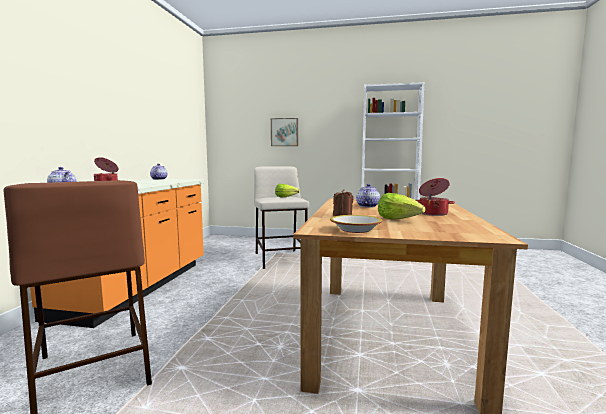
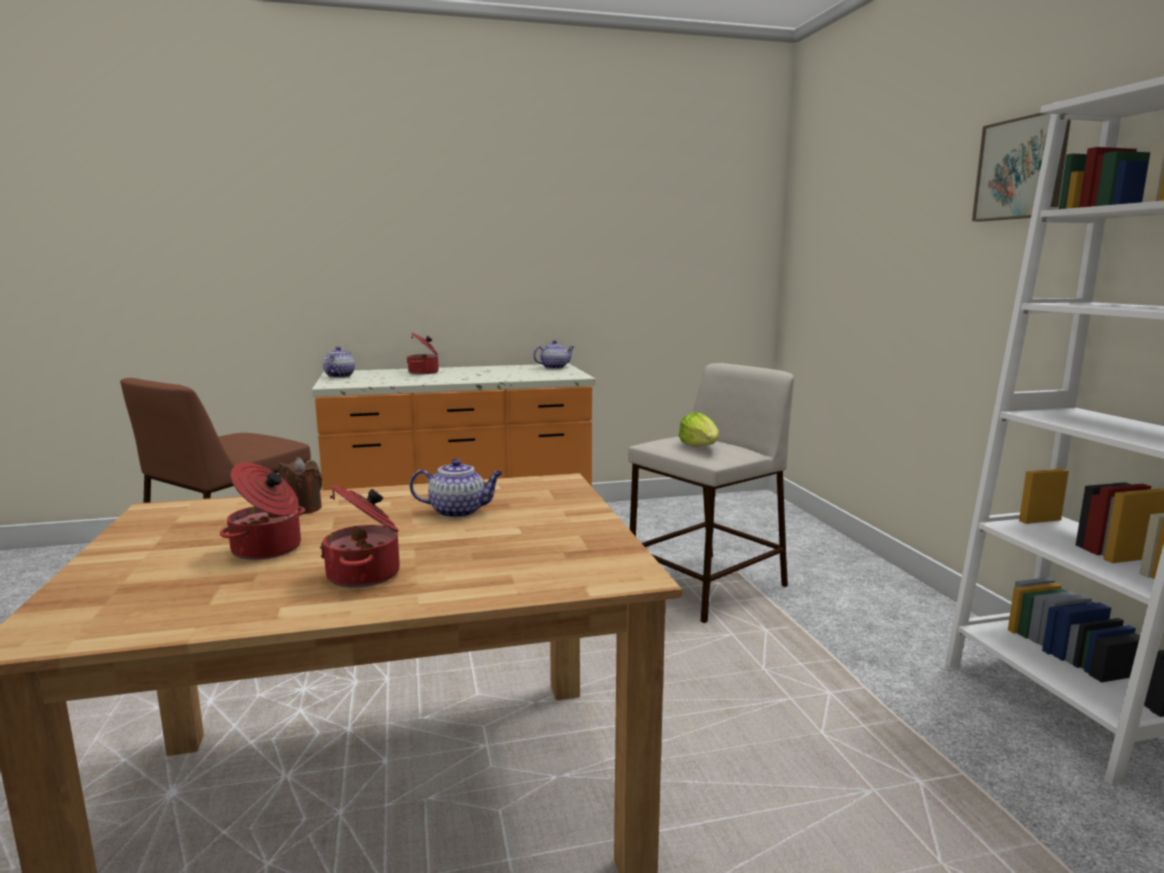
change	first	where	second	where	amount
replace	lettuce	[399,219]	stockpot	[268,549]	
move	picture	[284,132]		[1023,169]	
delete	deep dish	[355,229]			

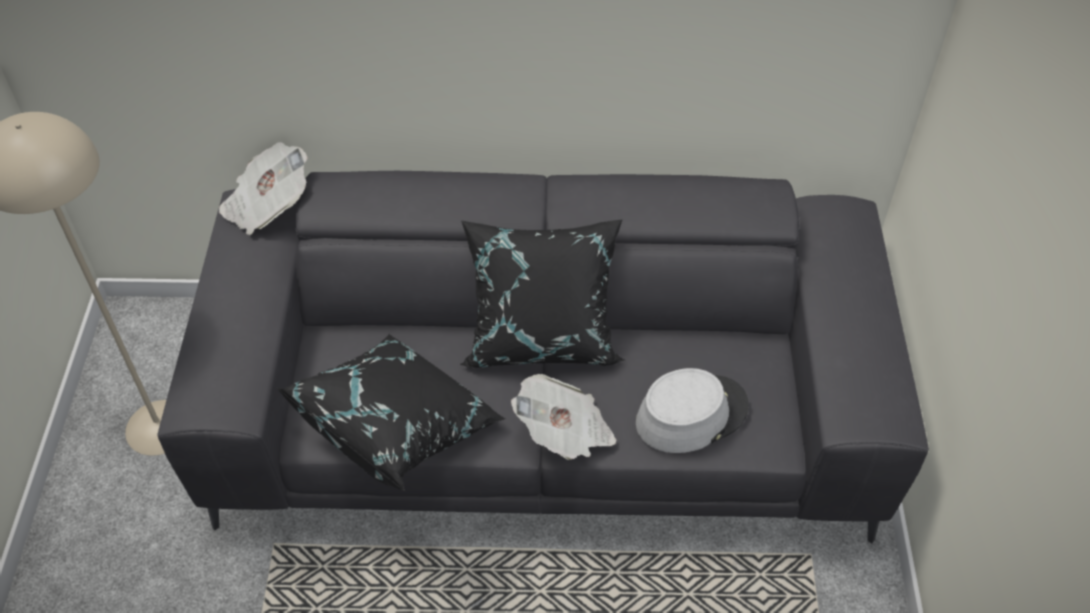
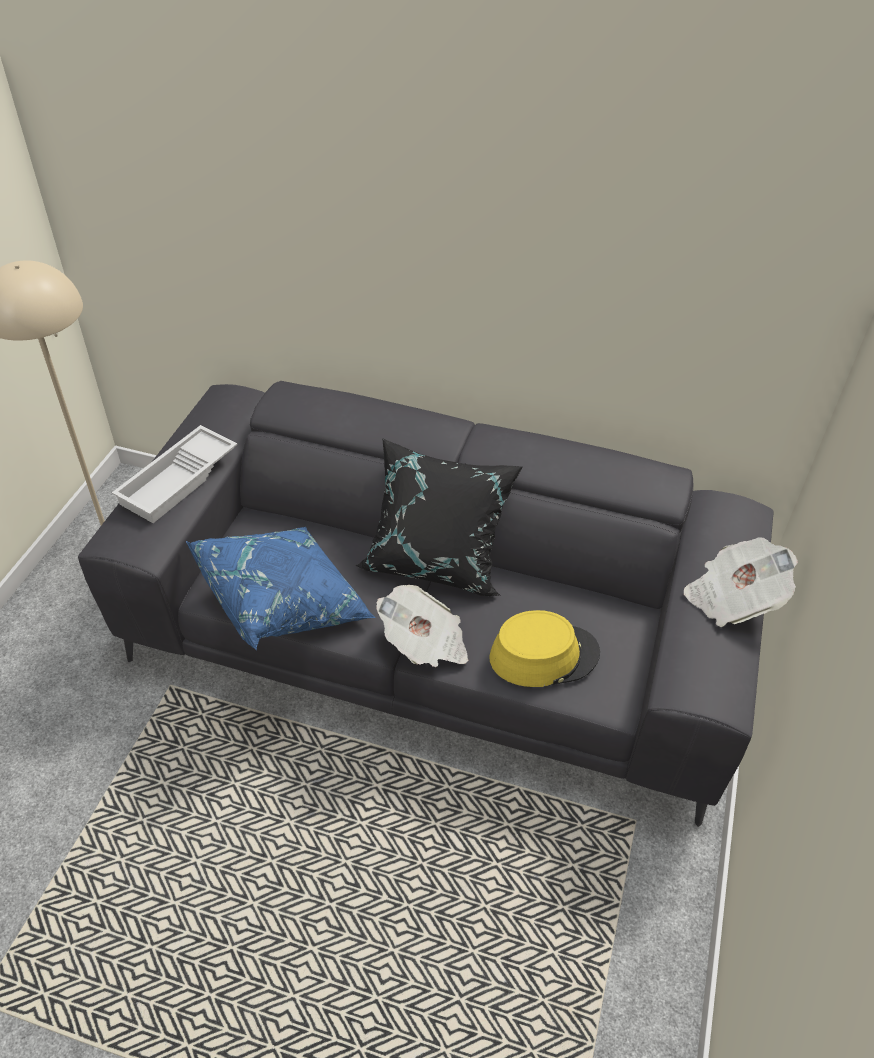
change	first	where	second	where	amount
insert			white serving tray	[179,481]	
recolor	blackish throw pillow	[398,426]	blue-coloured throw pillow	[285,603]	
recolor	gray hat	[691,414]	yellow-coloured hat	[544,655]	
move	printed paper	[267,206]		[733,598]	

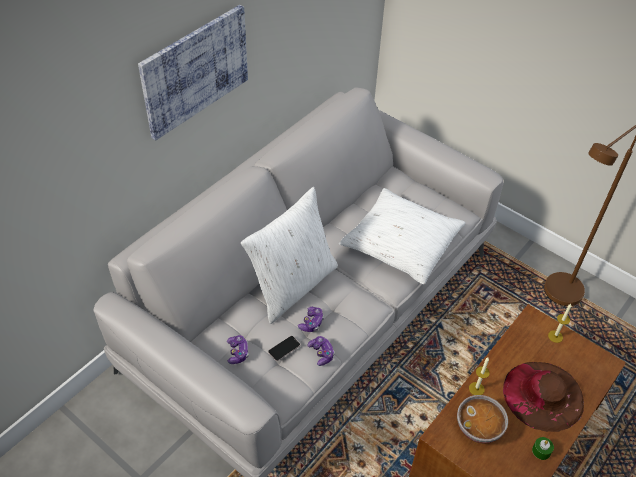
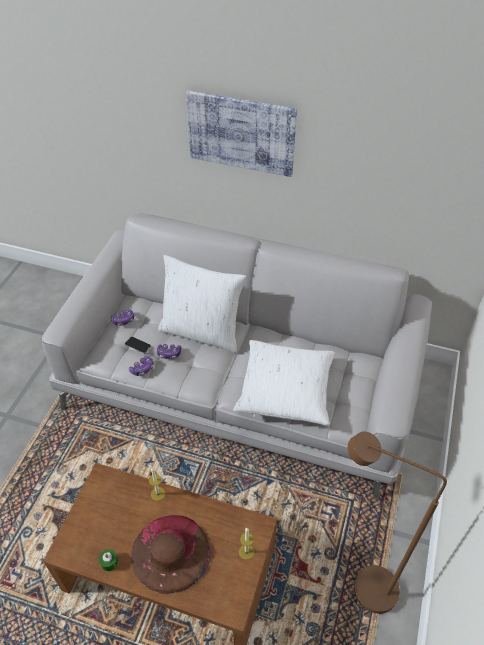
change	first	where	second	where	amount
delete	deep dish	[479,427]			

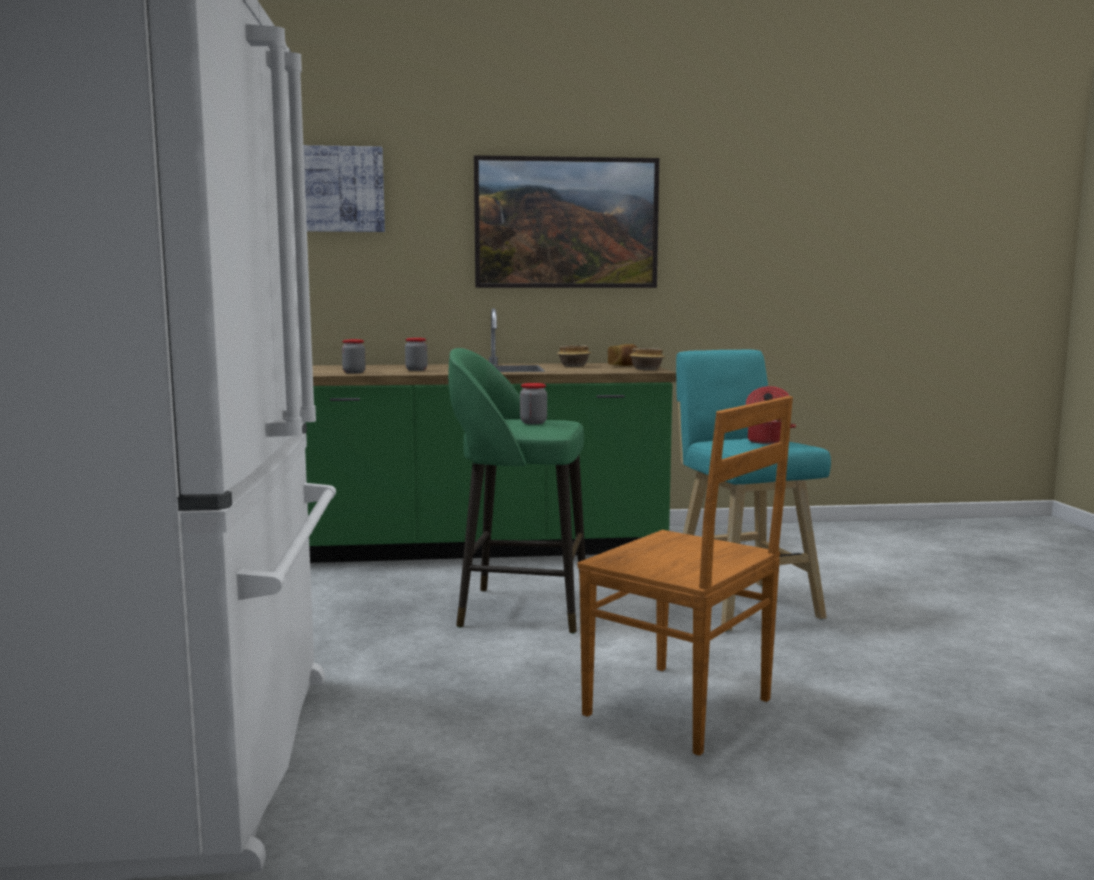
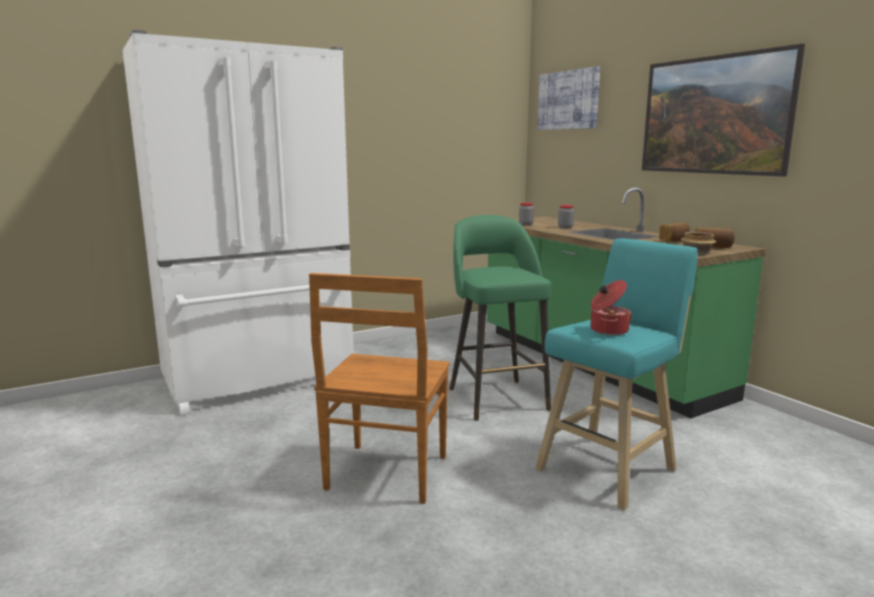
change	first	where	second	where	amount
replace	deep dish	[574,366]	baked bread	[674,241]	
delete	preserve jar	[533,422]			

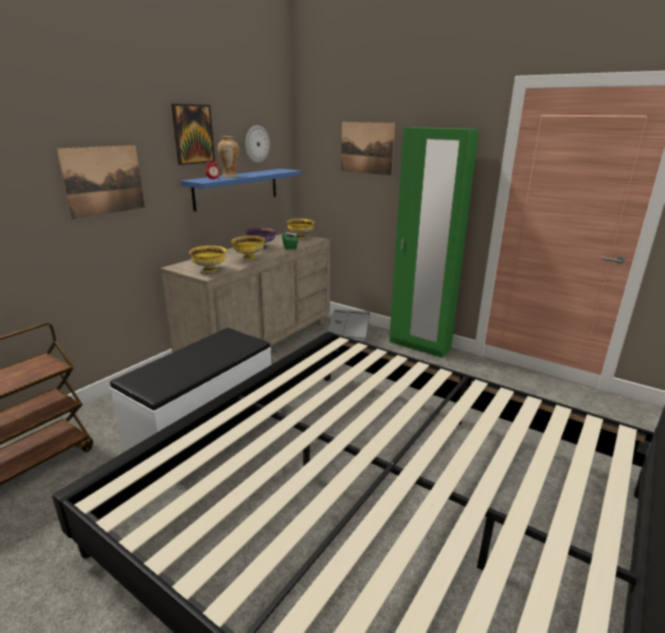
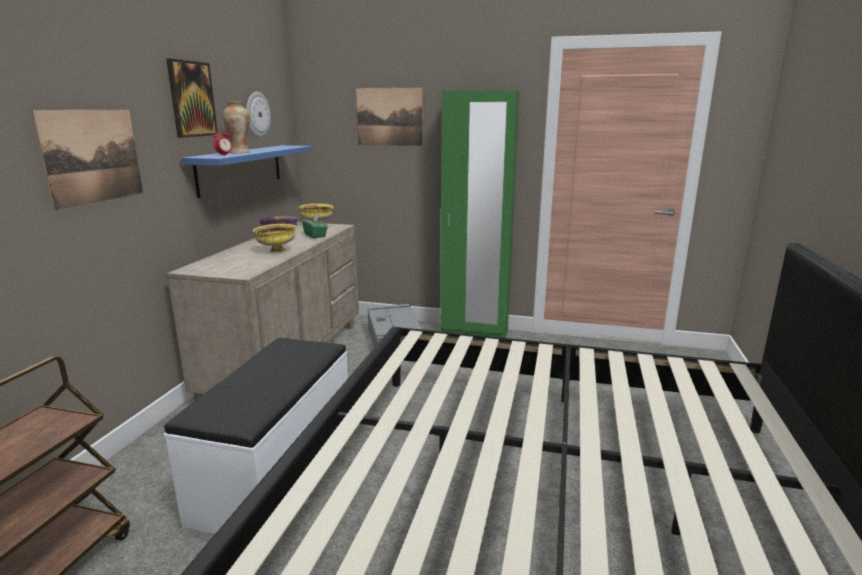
change	first	where	second	where	amount
delete	yellow-coloured deep dish	[210,270]			

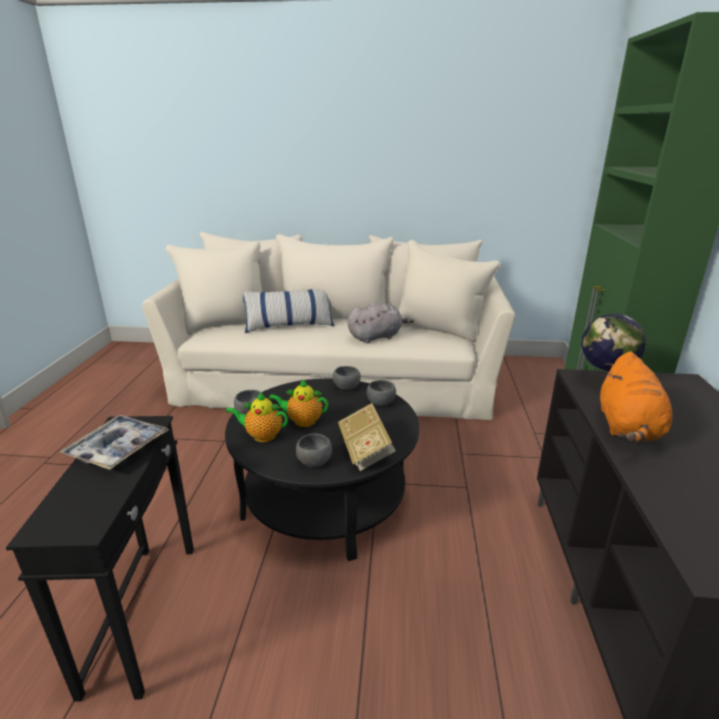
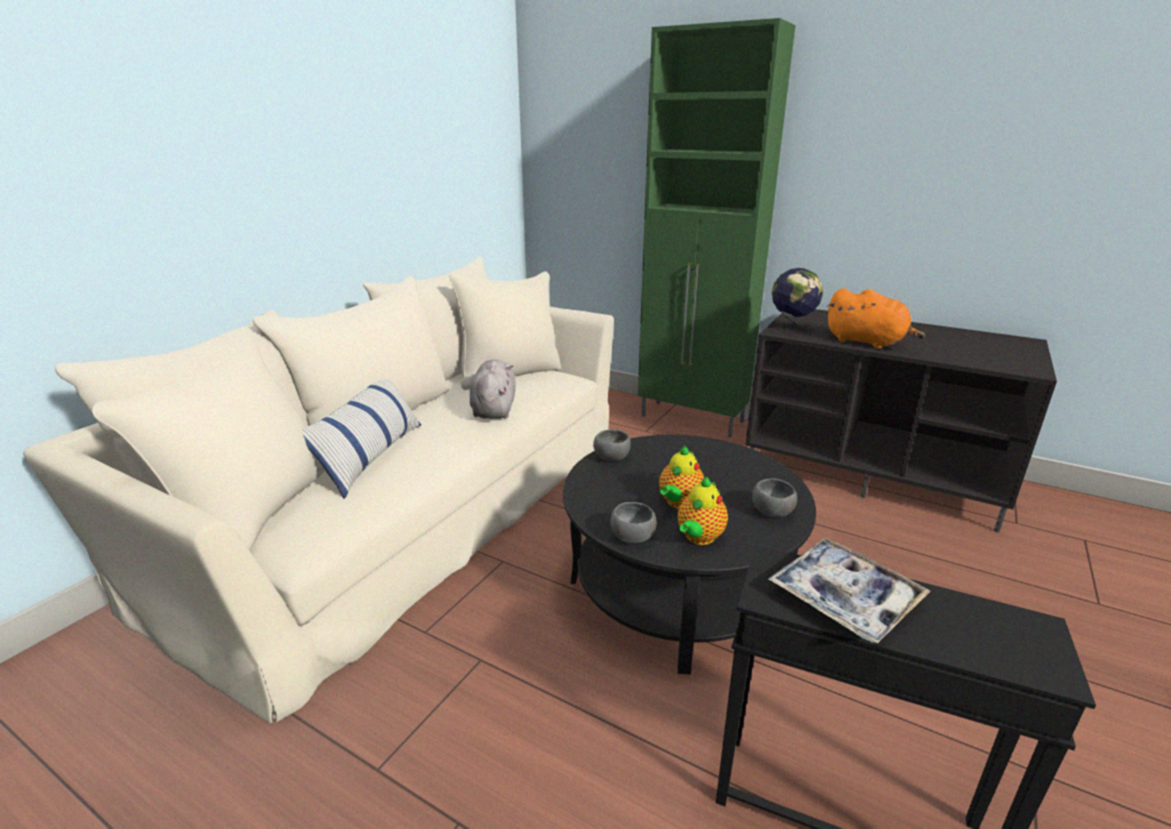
change	first	where	second	where	amount
delete	book	[365,450]			
delete	gray deep dish	[381,402]			

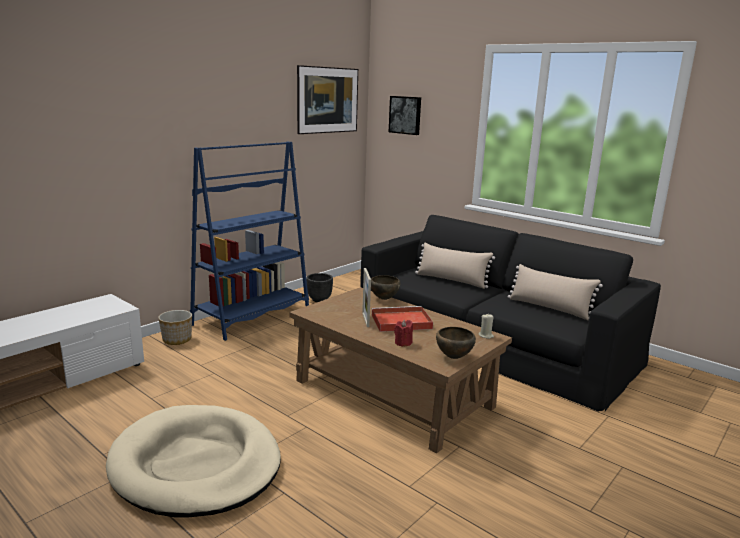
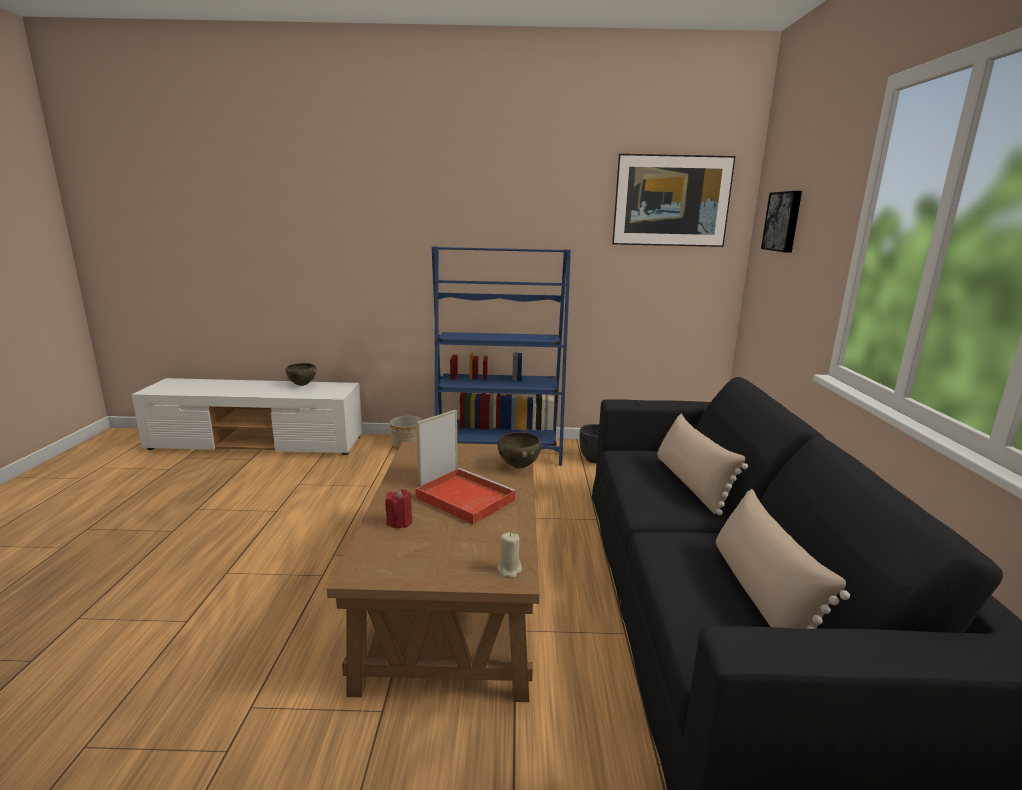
change	first	where	second	where	amount
move	brownish deep dish	[453,357]		[302,385]	
delete	beige-coloured dog cushion	[196,465]			

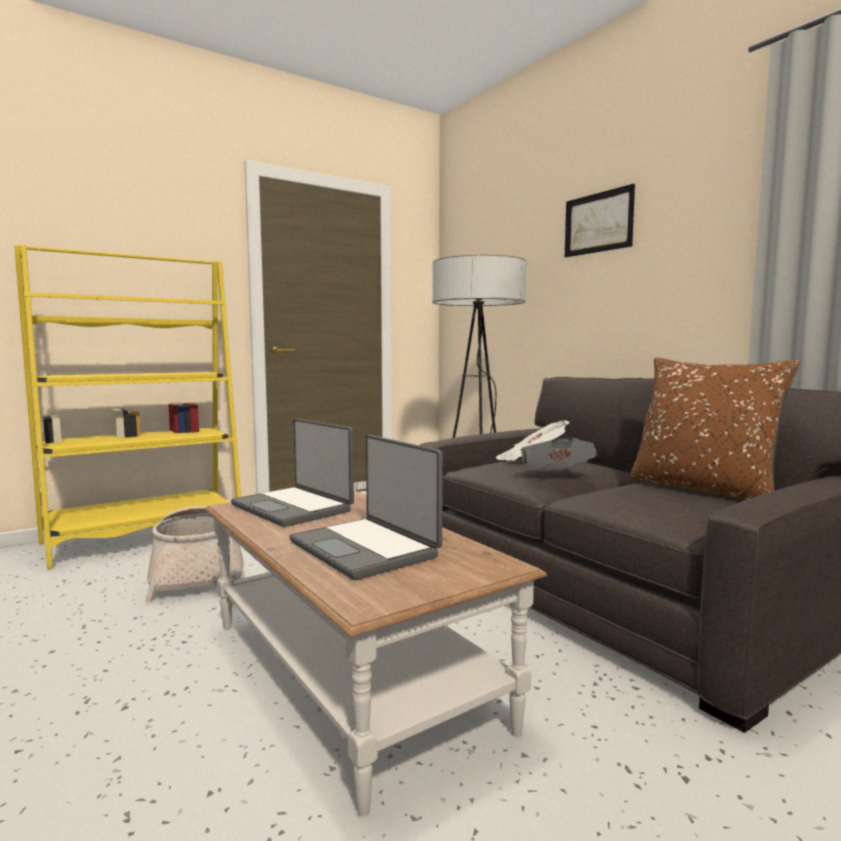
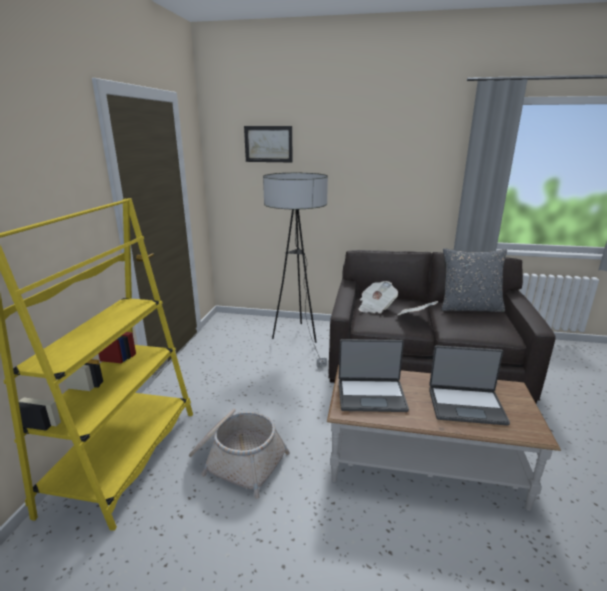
change	first	where	second	where	amount
move	picture	[598,223]		[268,144]	
recolor	brownish throw pillow	[703,489]	gray throw pillow	[469,308]	

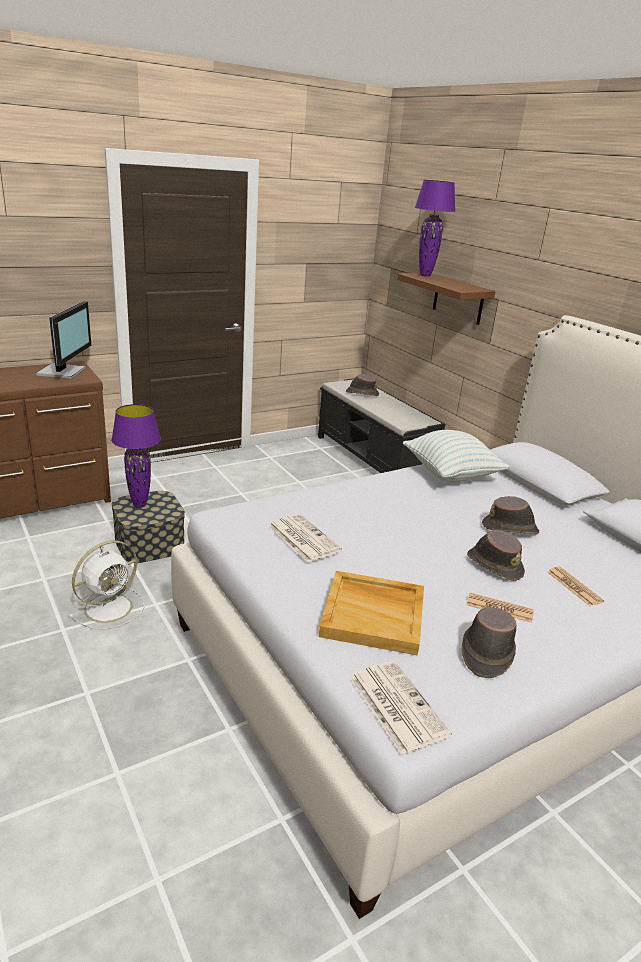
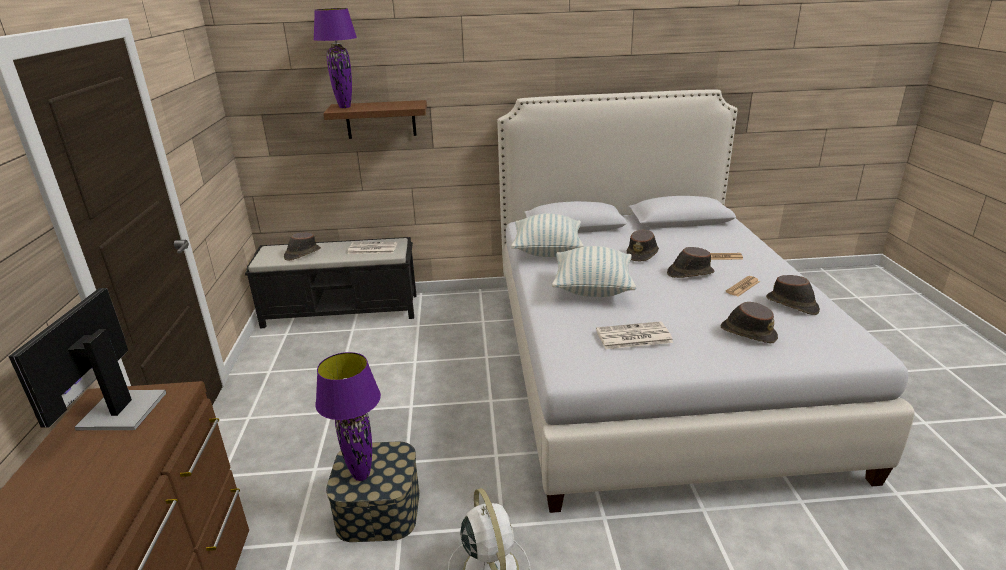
change	first	where	second	where	amount
rotate	monitor	[64,371]		[118,411]	120 degrees counterclockwise
move	printed paper	[396,705]		[372,249]	
insert			throw pillow	[592,289]	
replace	beige-coloured serving tray	[374,615]	brownish hat	[747,332]	

